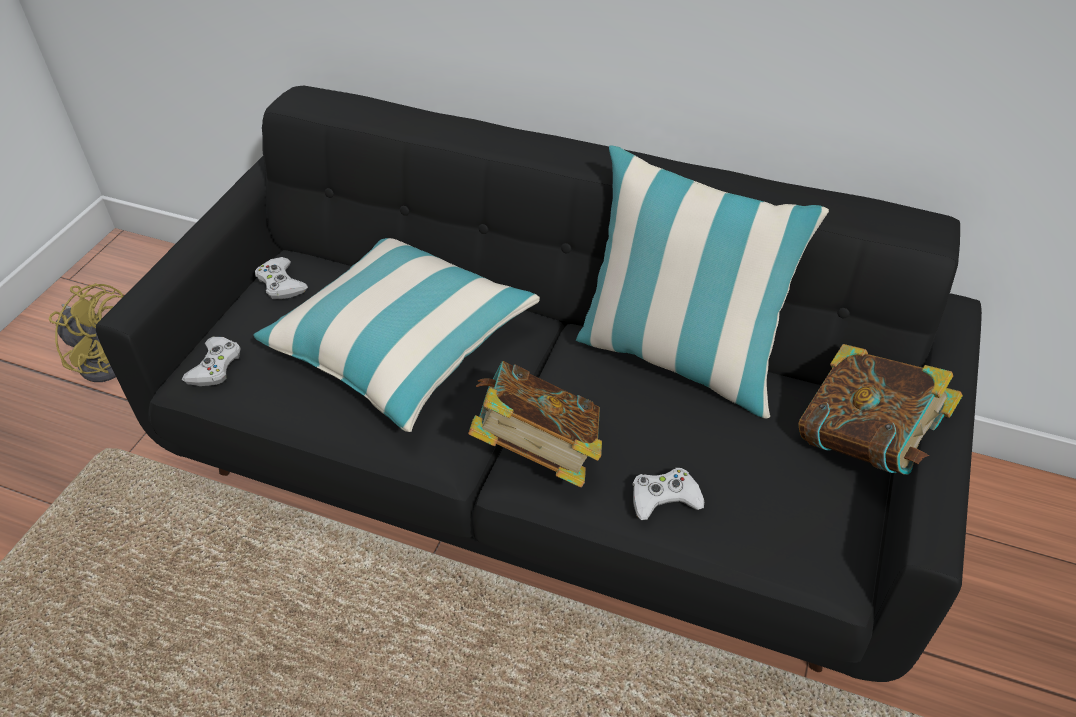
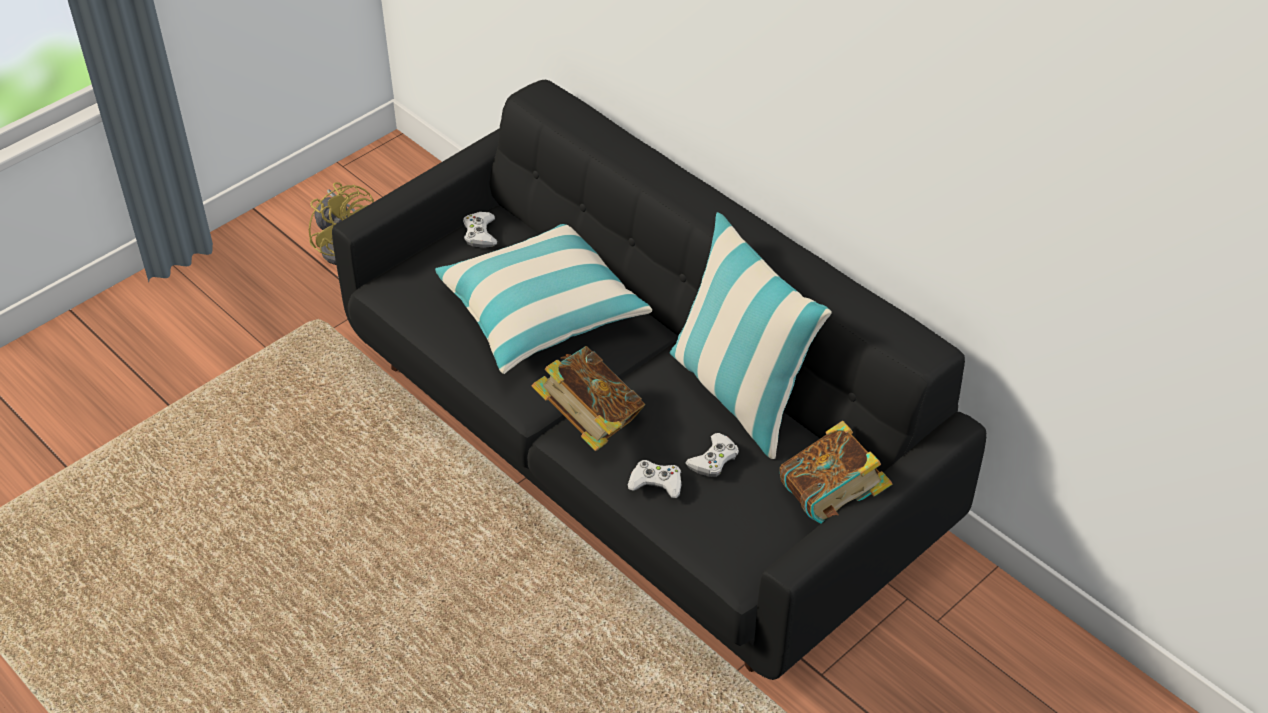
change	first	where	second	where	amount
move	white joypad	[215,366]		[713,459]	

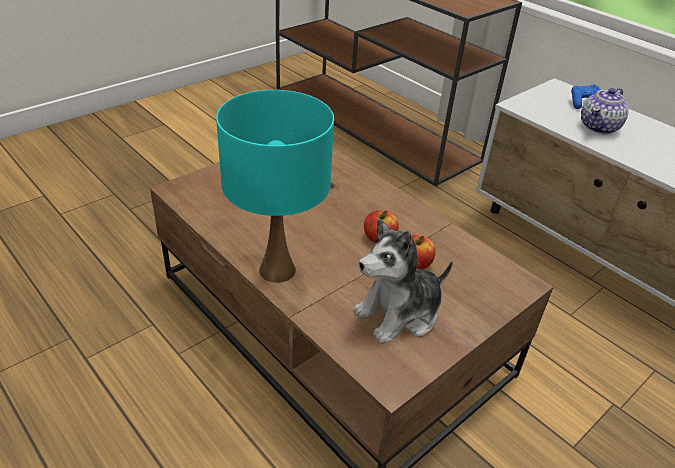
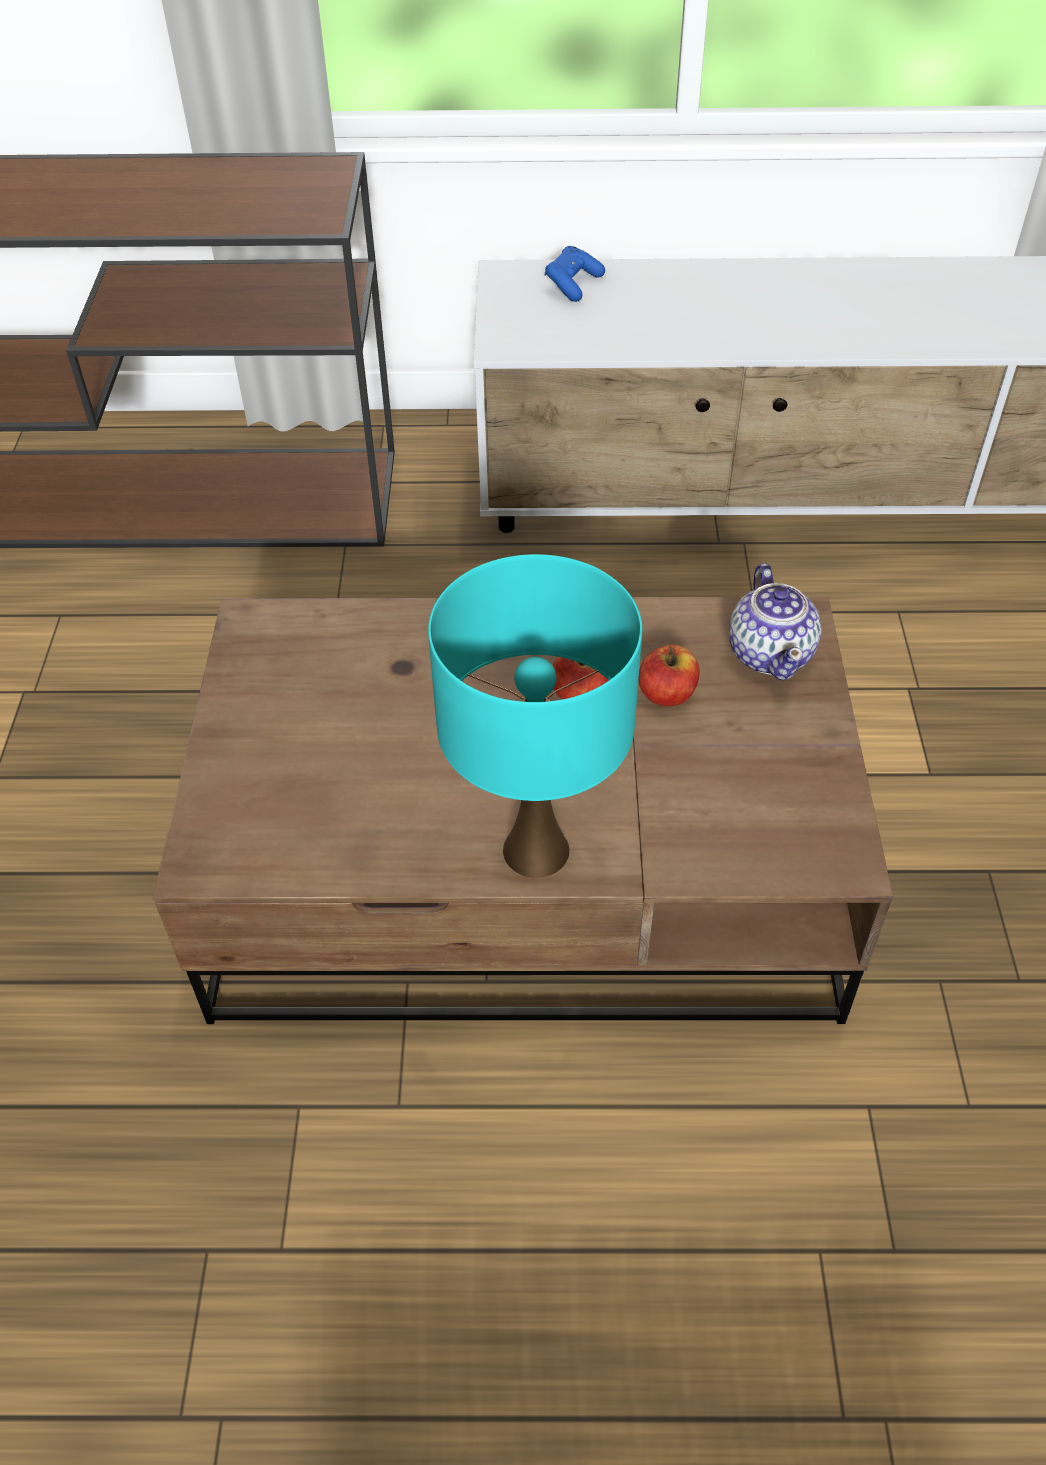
change	first	where	second	where	amount
move	teapot	[599,127]		[771,653]	
delete	cuddly toy	[399,313]			

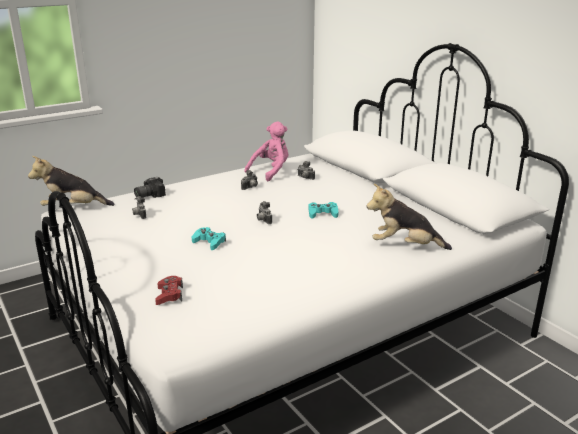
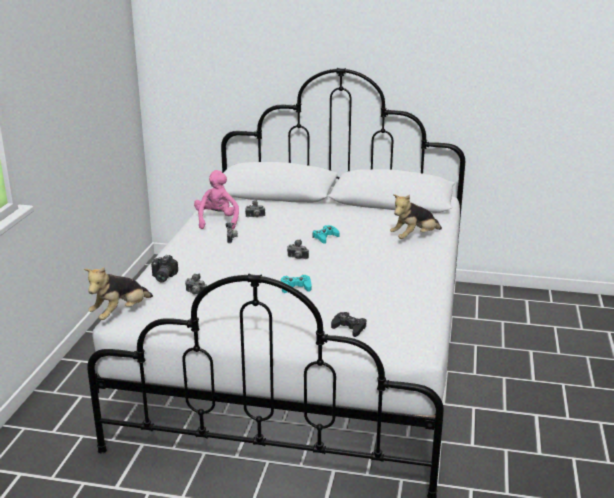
change	first	where	second	where	amount
recolor	reddish joypad	[169,295]	blackish joypad	[349,328]	

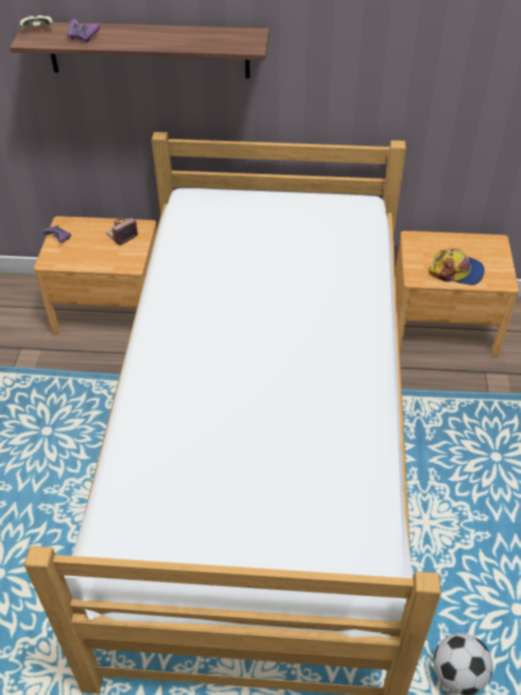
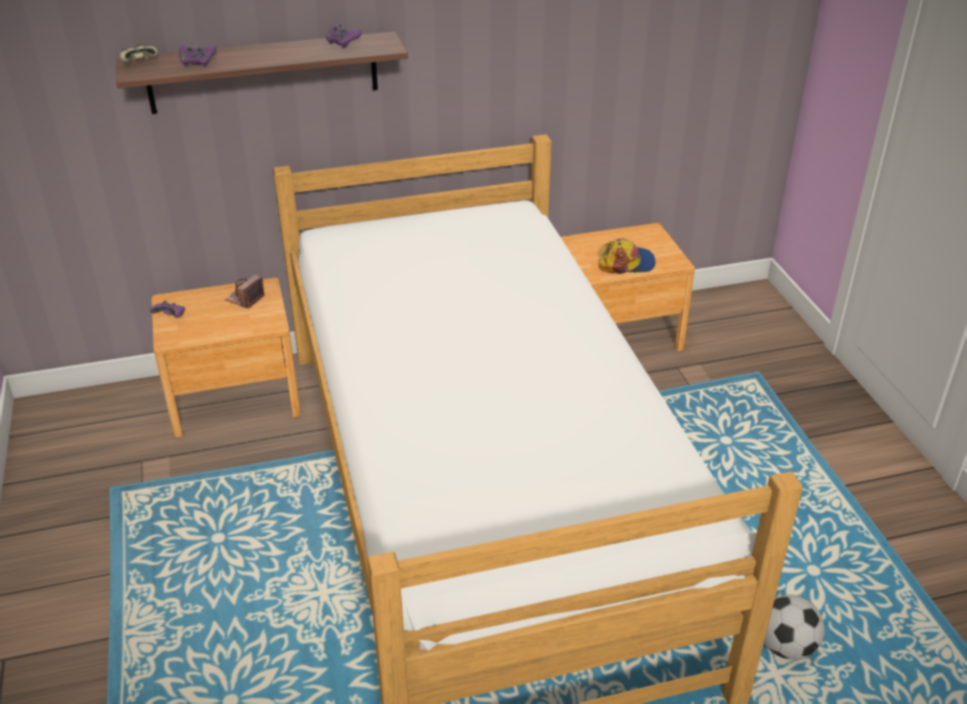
change	first	where	second	where	amount
insert			purple-coloured joypad	[342,44]	

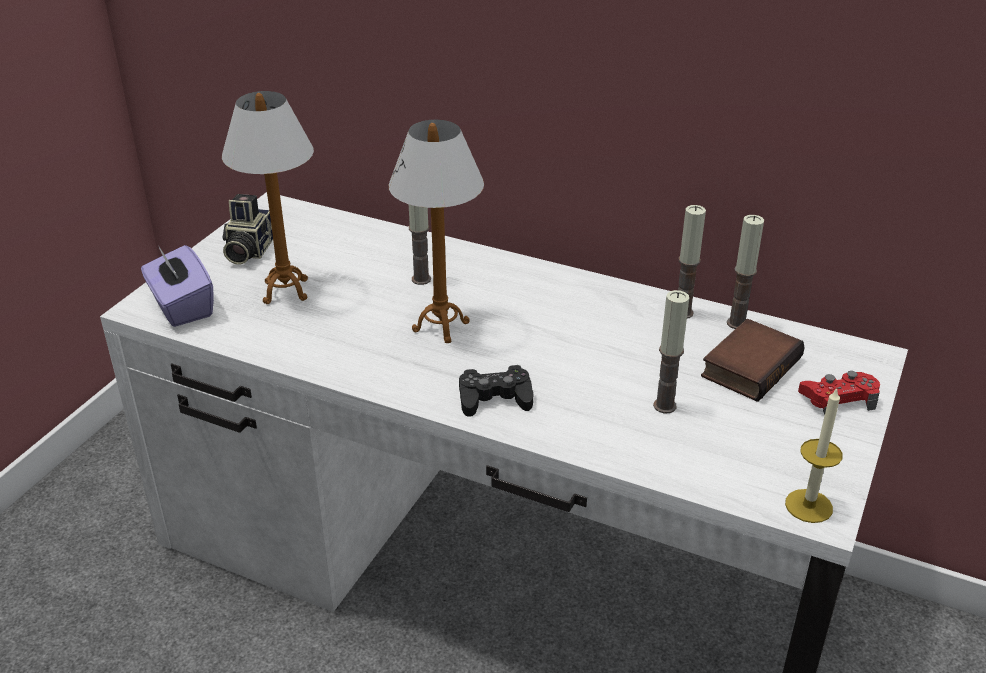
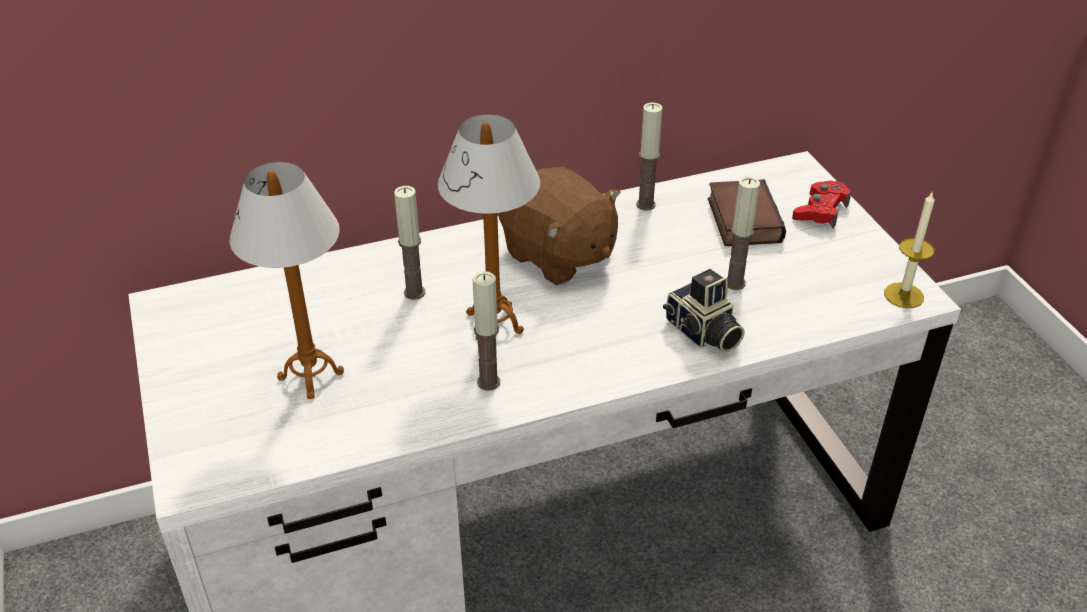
change	first	where	second	where	amount
move	wax candle	[737,323]		[488,382]	
insert			brownish cuddly toy	[558,256]	
move	photo camera	[248,250]		[702,333]	
delete	purple-coloured box of tissues	[181,307]			
delete	blackish joypad	[495,398]			

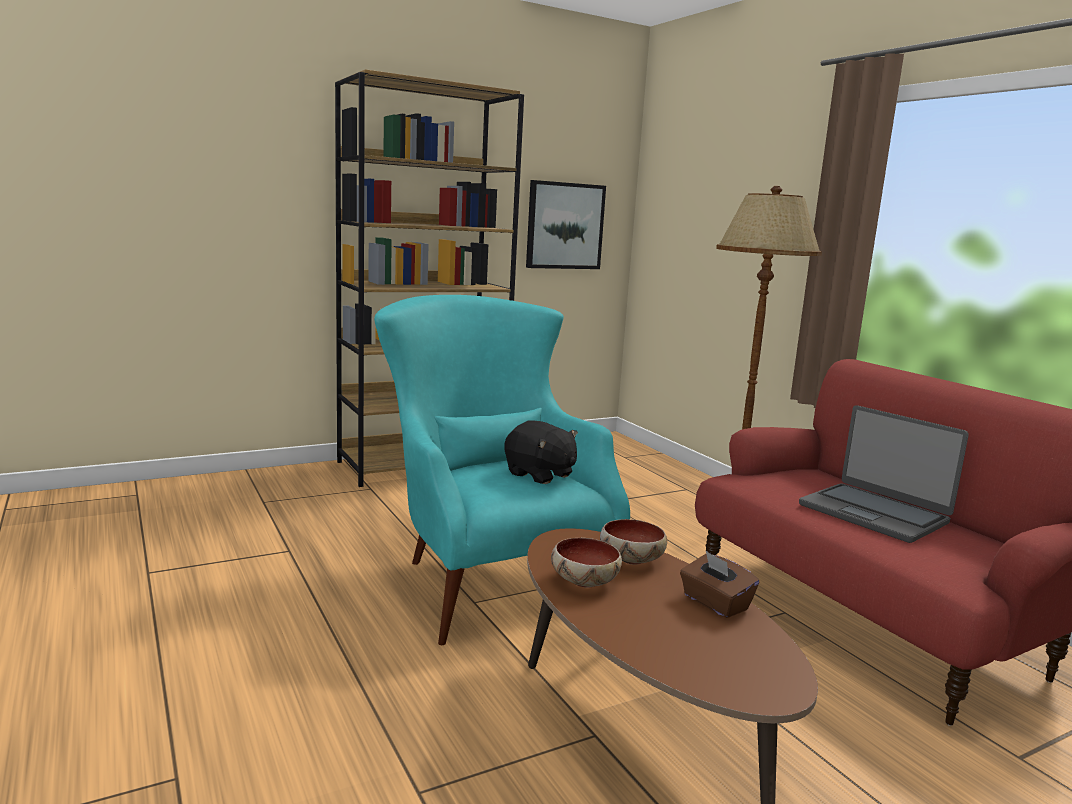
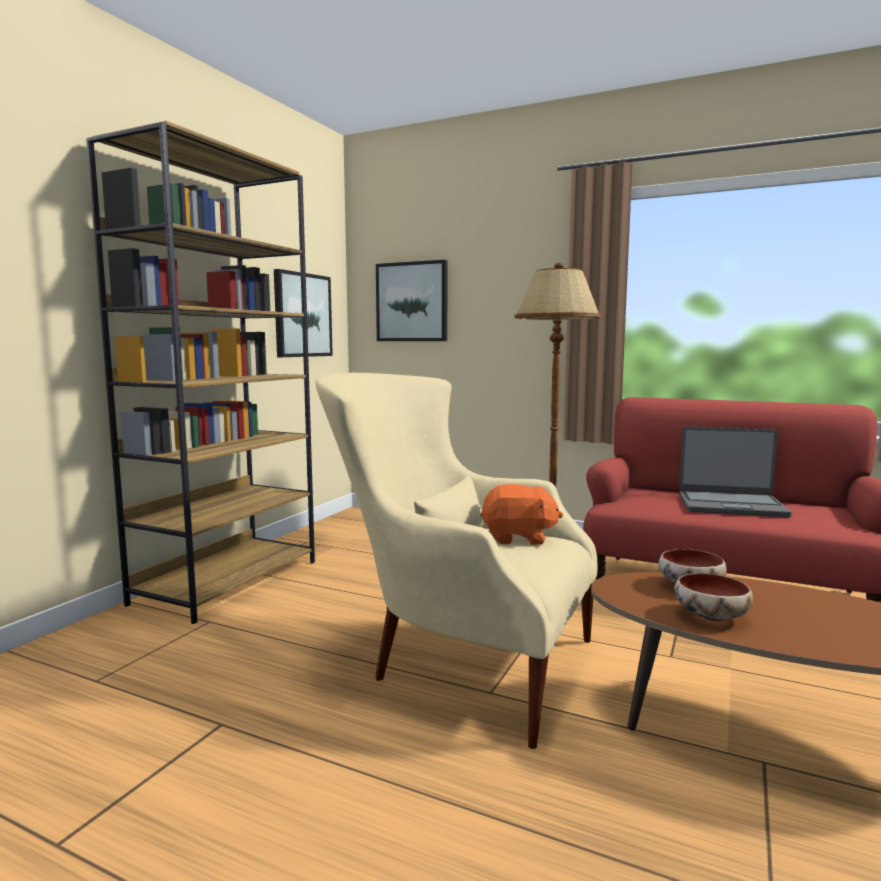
change	first	where	second	where	amount
recolor	turquoise-coloured easy chair	[487,572]	beige-coloured easy chair	[454,660]	
insert			picture	[412,302]	
recolor	blackish cuddly toy	[540,474]	orange cuddly toy	[518,538]	
delete	brownish box of tissues	[715,603]			

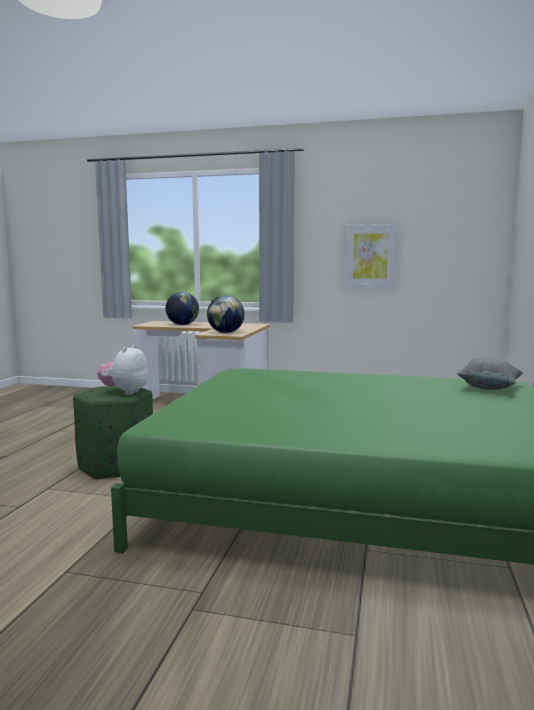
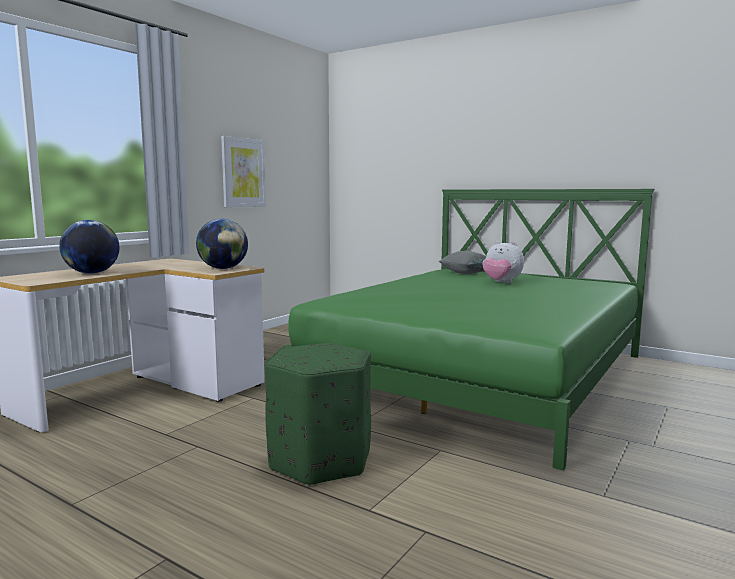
change	first	where	second	where	amount
move	cuddly toy	[125,392]		[501,282]	

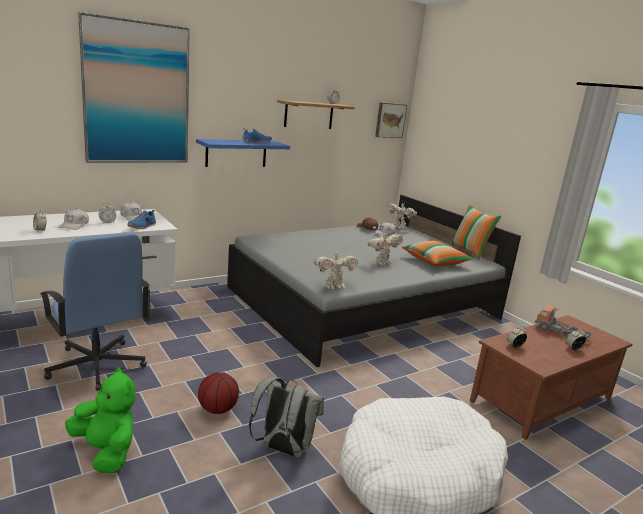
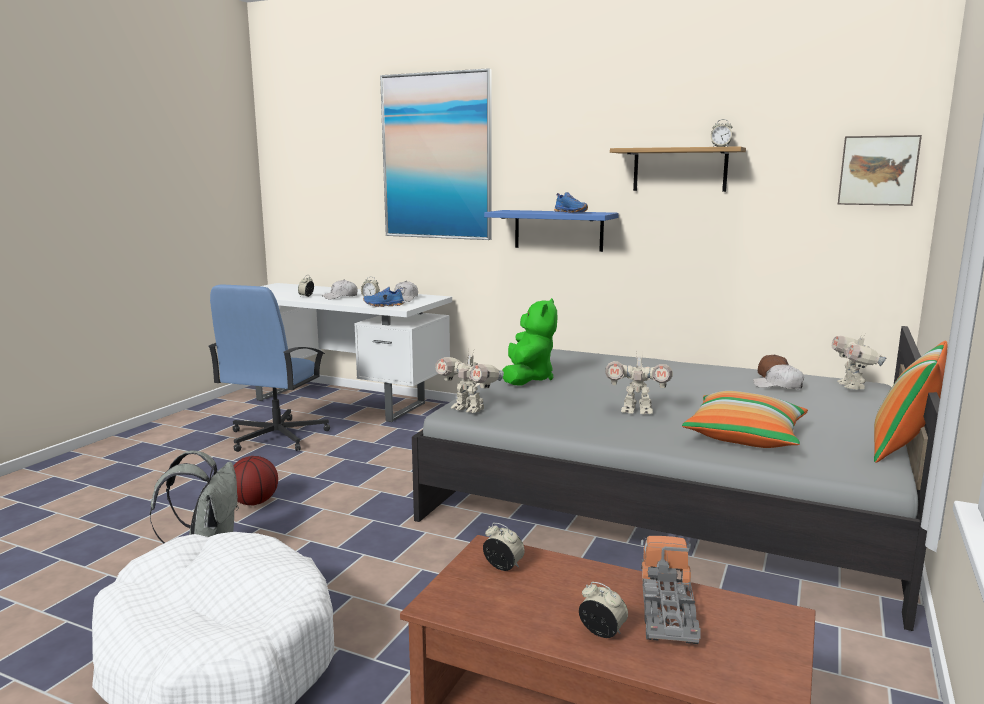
change	first	where	second	where	amount
move	green-coloured cuddly toy	[106,451]		[527,379]	

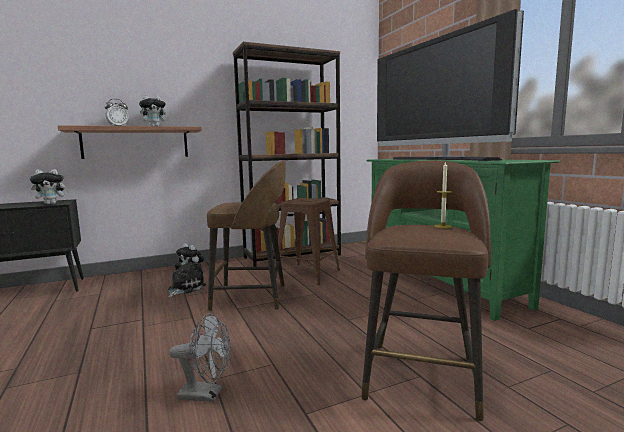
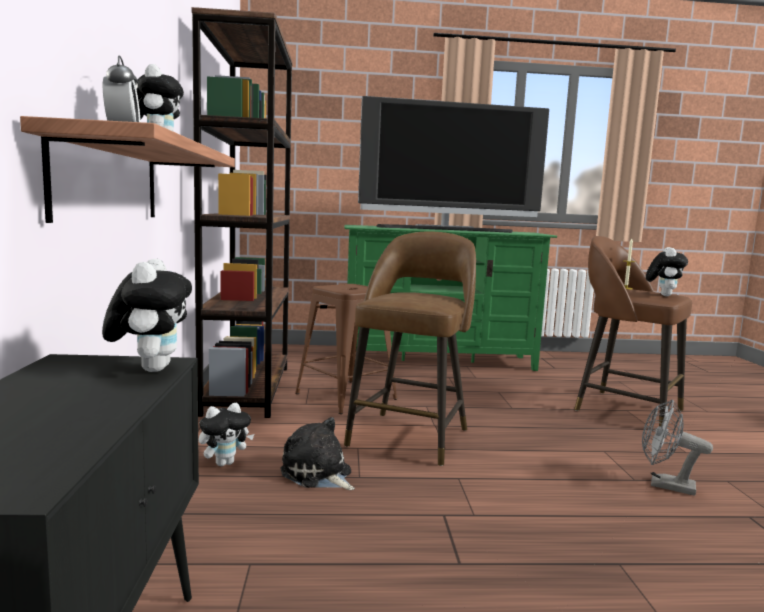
change	first	where	second	where	amount
rotate	gray cooling fan	[207,394]		[664,485]	90 degrees counterclockwise
insert			cuddly toy	[662,295]	

